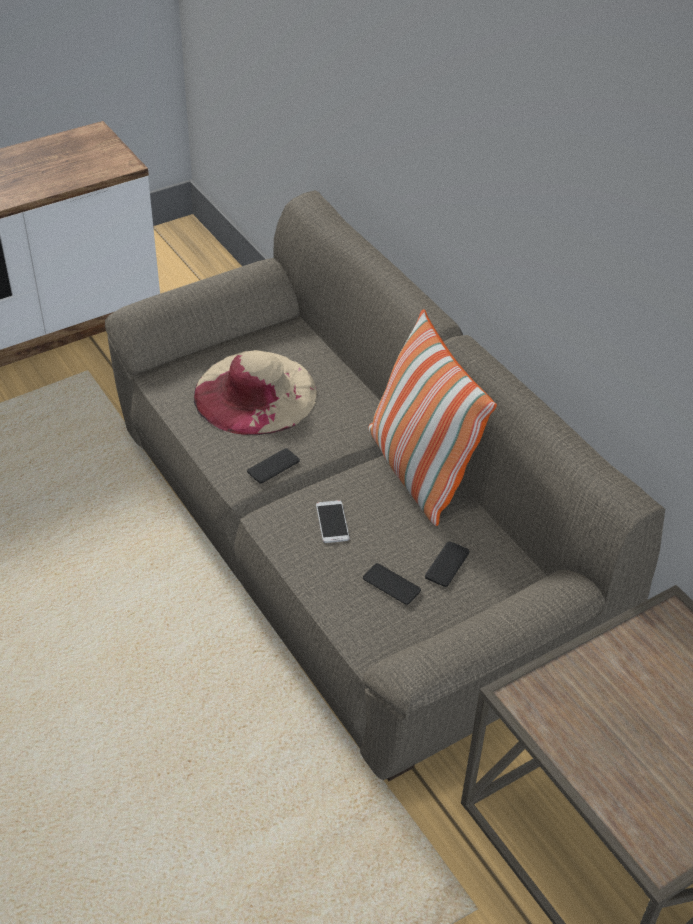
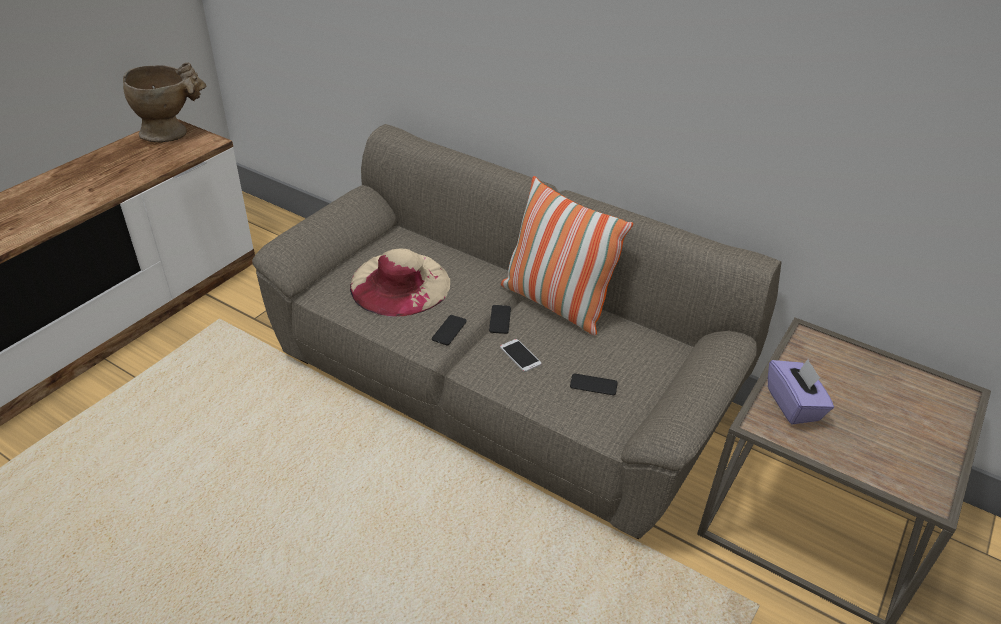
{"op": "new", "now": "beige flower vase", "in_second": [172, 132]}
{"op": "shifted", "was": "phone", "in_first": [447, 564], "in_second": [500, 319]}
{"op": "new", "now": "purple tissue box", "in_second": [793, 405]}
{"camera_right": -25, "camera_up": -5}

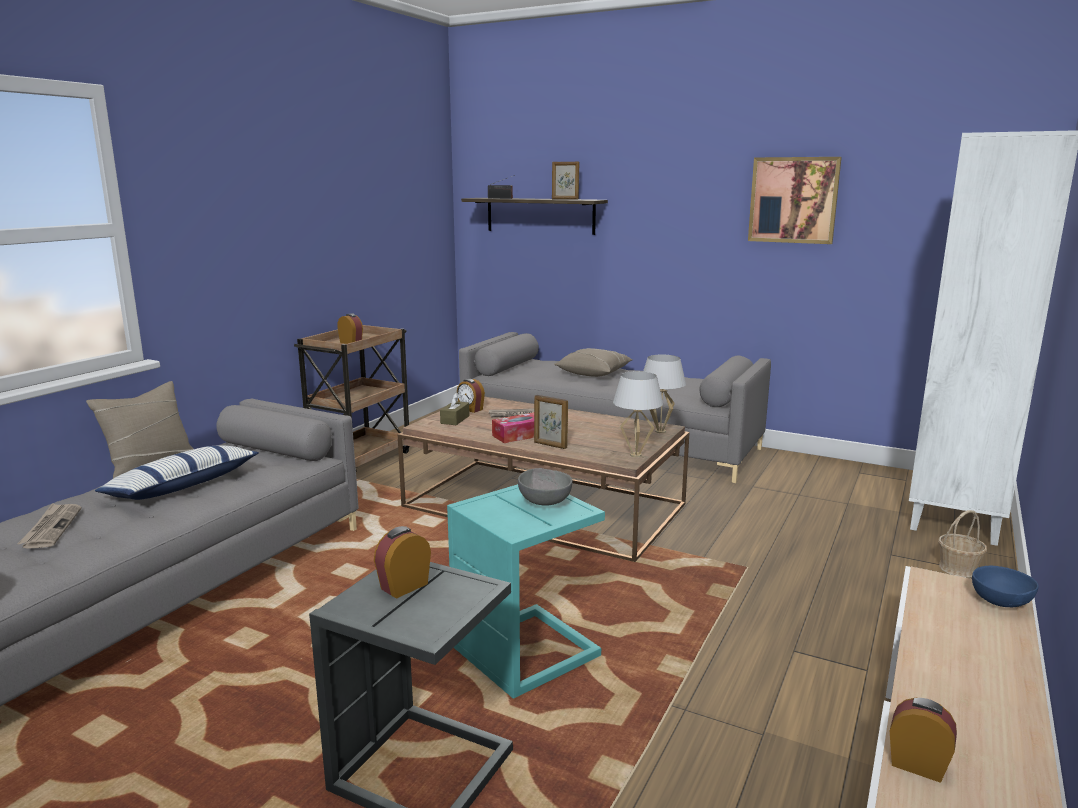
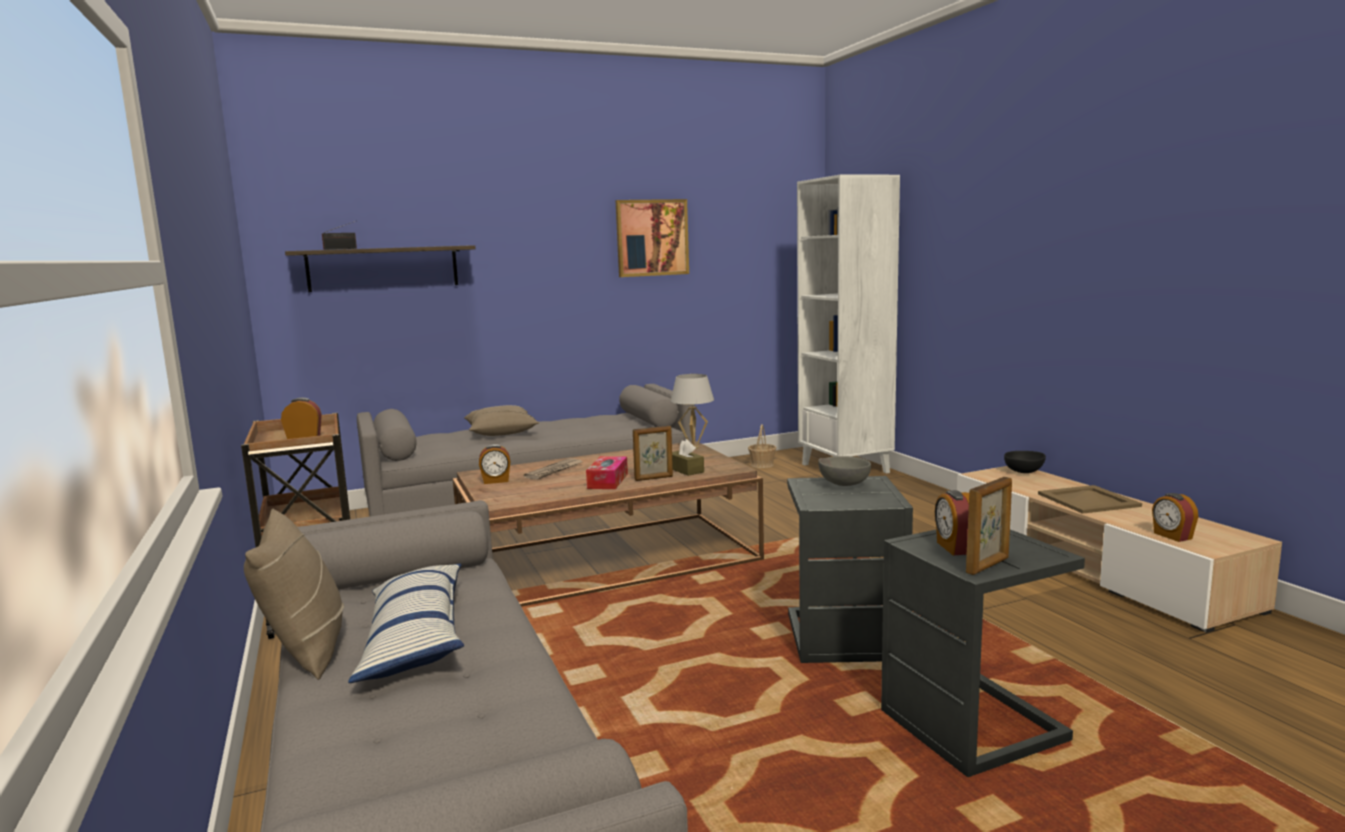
{"op": "shifted", "was": "brown-coloured tissue box", "in_first": [455, 419], "in_second": [685, 470]}
{"op": "shifted", "was": "household basket", "in_first": [958, 568], "in_second": [762, 465]}
{"op": "repainted", "was": "blue-green accent table", "now": "gray accent table", "in_first": [529, 652], "in_second": [846, 636]}
{"op": "shifted", "was": "standing frame", "in_first": [565, 199], "in_second": [988, 566]}
{"op": "repainted", "was": "blue-coloured deep dish", "now": "black deep dish", "in_first": [1001, 603], "in_second": [1025, 472]}
{"op": "new", "now": "beige carrying tray", "in_second": [1087, 500]}
{"op": "rotated", "was": "alarm clock", "in_first": [917, 764], "in_second": [1172, 536], "clockwise": -90}
{"op": "gone", "was": "printed paper", "in_first": [51, 528]}
{"op": "gone", "was": "white-coloured lamp for a table", "in_first": [635, 455]}
{"camera_right": -50, "camera_up": -5}

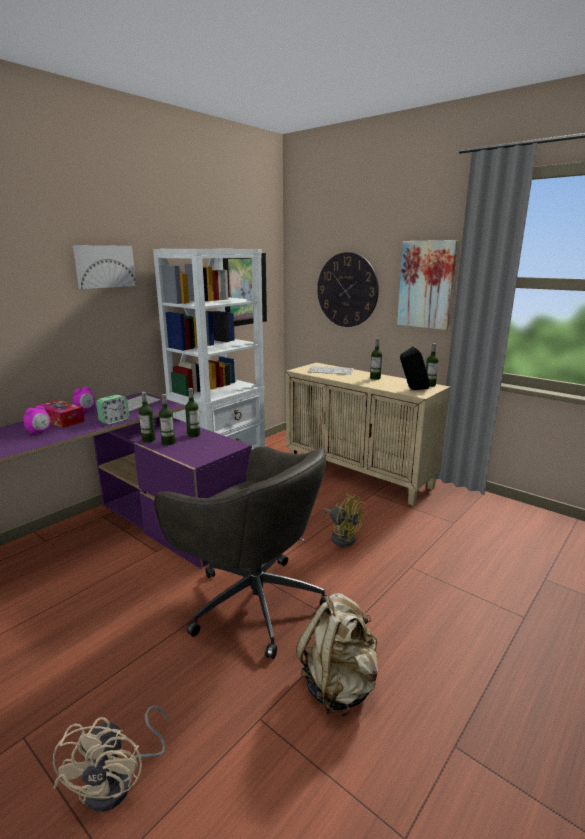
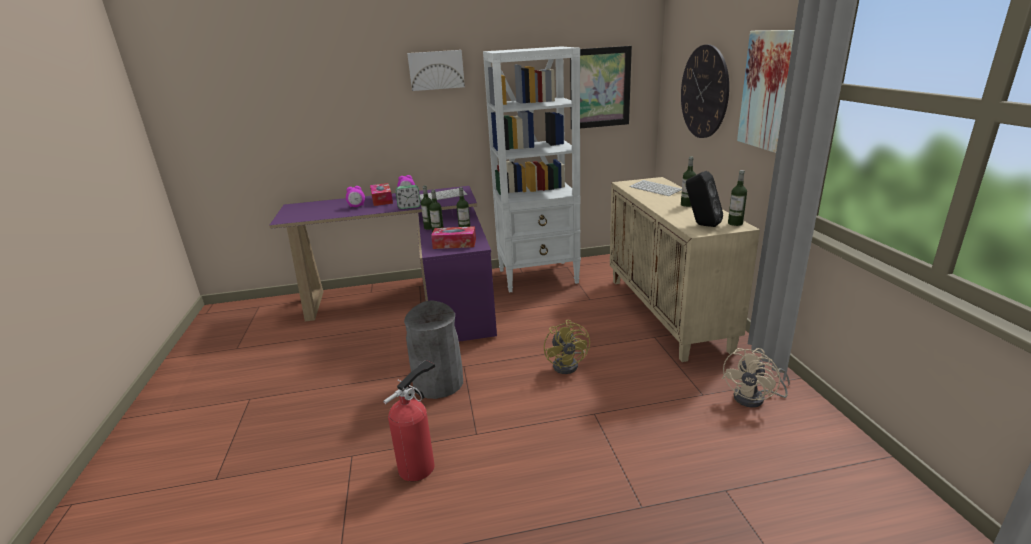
{"op": "swapped", "was": "beige backpack", "now": "fire extinguisher", "in_first": [339, 684], "in_second": [419, 465]}
{"op": "swapped", "was": "gray computer chair", "now": "gray waste bin", "in_first": [253, 601], "in_second": [438, 383]}
{"op": "new", "now": "tissue box", "in_second": [454, 244]}
{"op": "shifted", "was": "beige fan", "in_first": [119, 781], "in_second": [755, 398]}
{"camera_right": 40, "camera_up": 5}

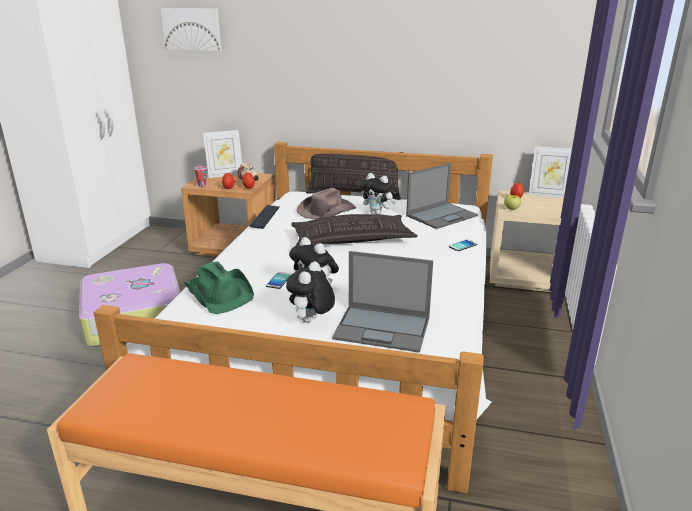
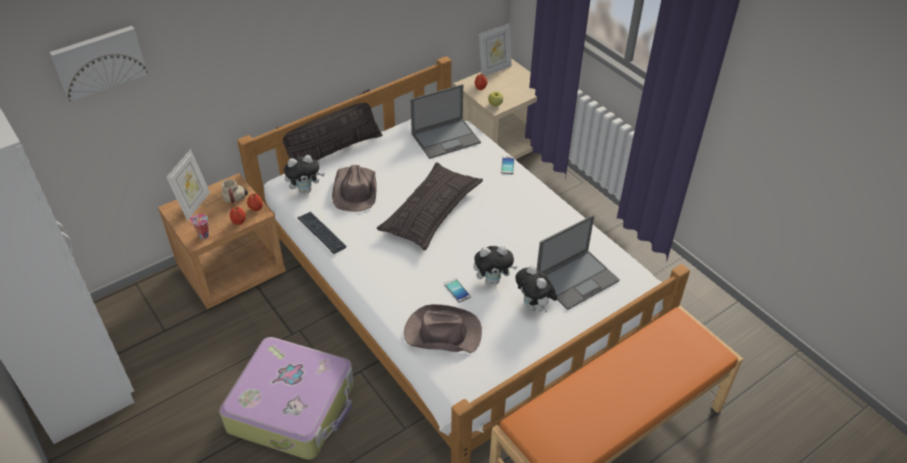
{"op": "shifted", "was": "soft toy", "in_first": [377, 213], "in_second": [305, 189]}
{"op": "repainted", "was": "greenish wearable hat", "now": "brown-coloured wearable hat", "in_first": [220, 293], "in_second": [442, 333]}
{"op": "rotated", "was": "notebook computer", "in_first": [442, 215], "in_second": [446, 138], "clockwise": 60}
{"camera_right": -50, "camera_up": 20}

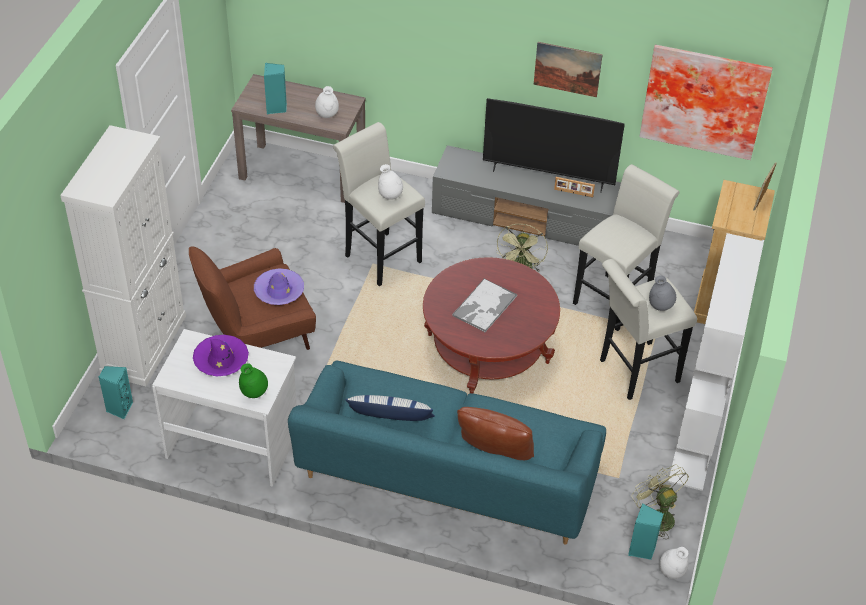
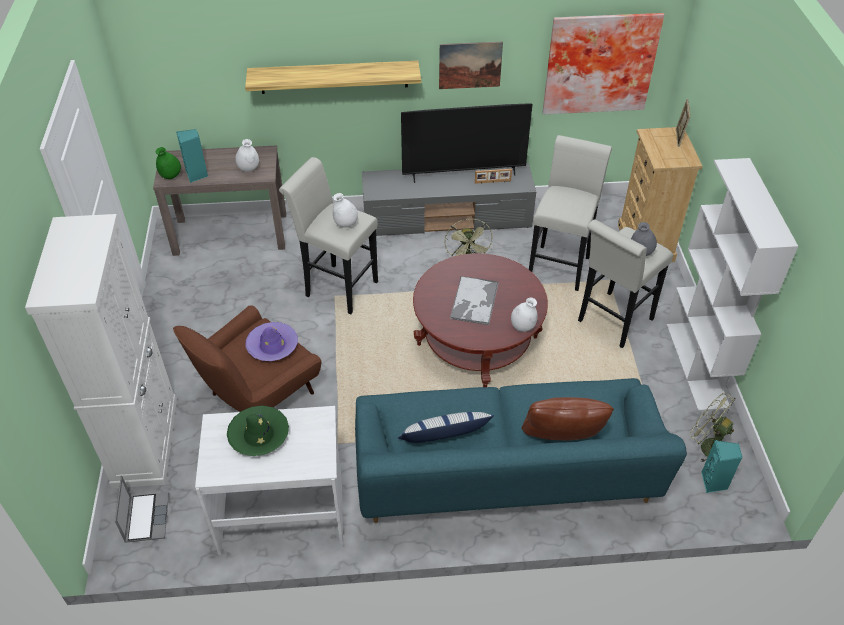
{"op": "swapped", "was": "blue-green audio speaker", "now": "notebook computer", "in_first": [119, 408], "in_second": [146, 517]}
{"op": "shifted", "was": "greenish flower vase", "in_first": [254, 393], "in_second": [171, 176]}
{"op": "repainted", "was": "purple wearable hat", "now": "greenish wearable hat", "in_first": [221, 360], "in_second": [259, 435]}
{"op": "new", "now": "shelf", "in_second": [334, 77]}
{"op": "shifted", "was": "white-coloured flower vase", "in_first": [671, 572], "in_second": [523, 327]}
{"camera_right": -20, "camera_up": 0}

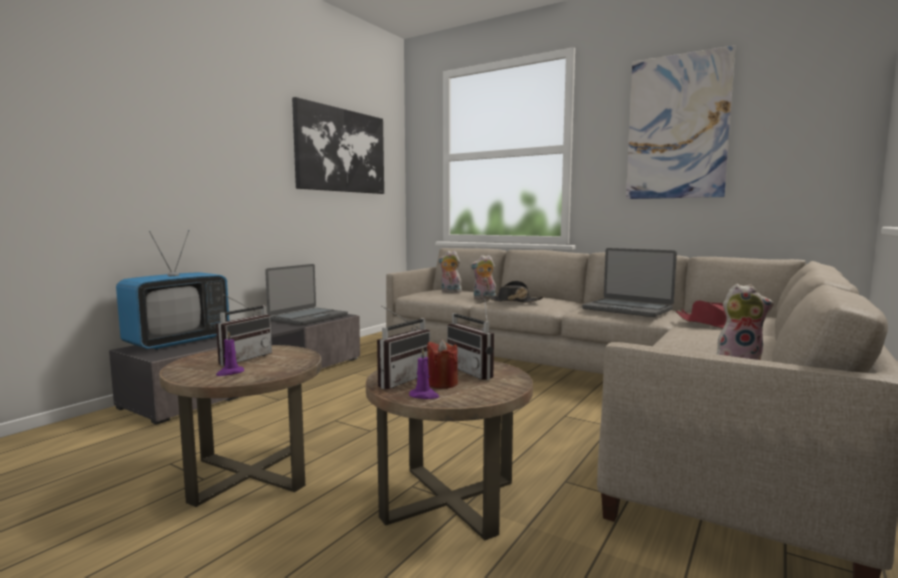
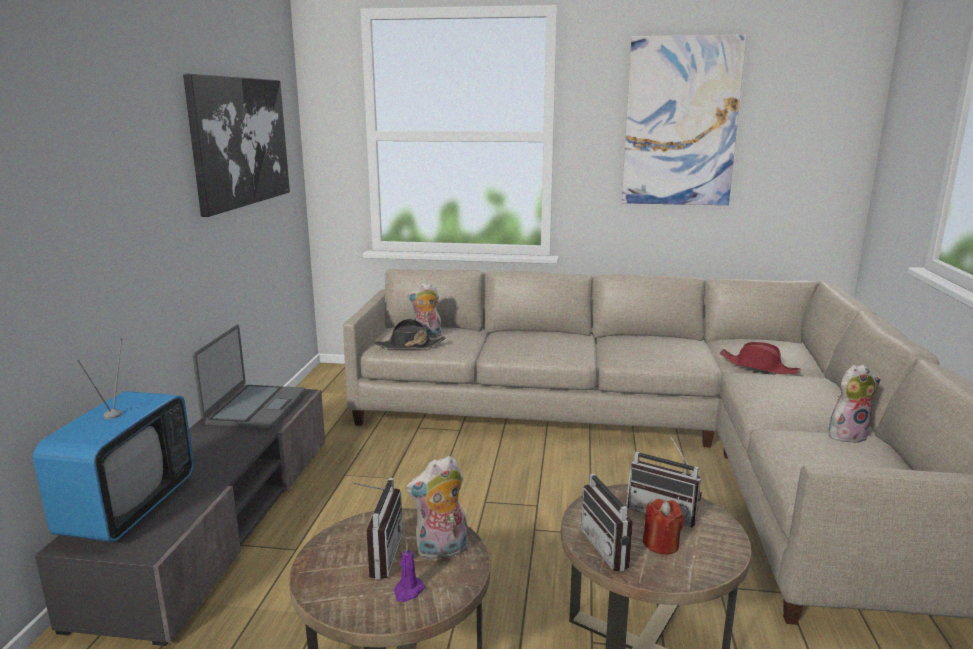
{"op": "shifted", "was": "black wearable hat", "in_first": [513, 301], "in_second": [409, 345]}
{"op": "shifted", "was": "soft toy", "in_first": [483, 298], "in_second": [441, 551]}
{"op": "rotated", "was": "radio receiver", "in_first": [399, 380], "in_second": [612, 549], "clockwise": 150}
{"op": "gone", "was": "purple wax candle", "in_first": [424, 396]}
{"op": "gone", "was": "notebook computer", "in_first": [627, 309]}
{"camera_right": -25, "camera_up": 10}

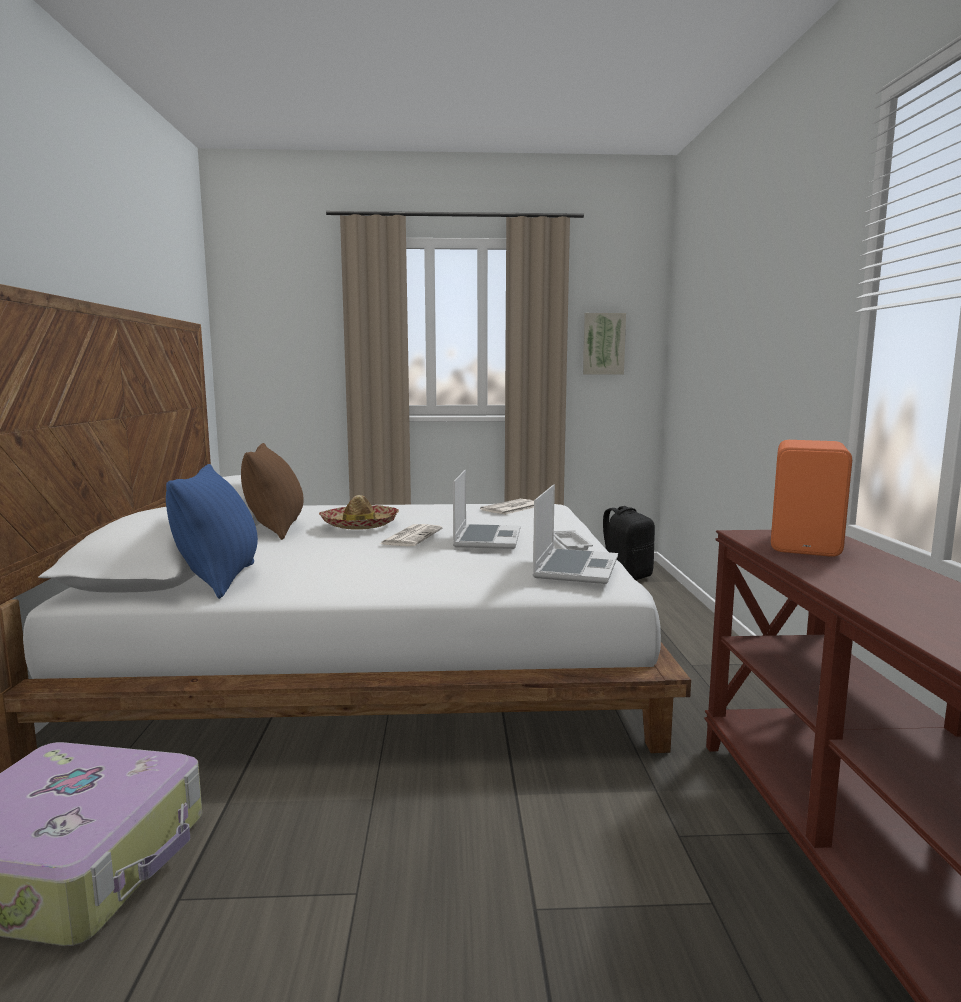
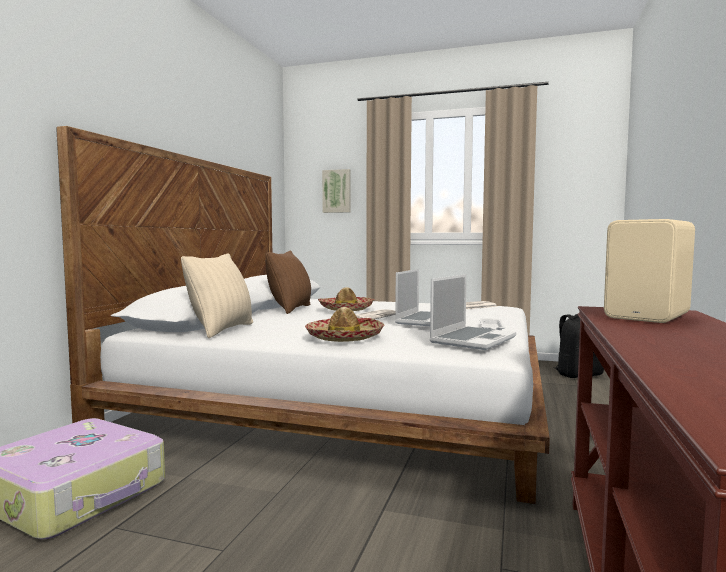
{"op": "repainted", "was": "blue-coloured cushion", "now": "beige cushion", "in_first": [220, 580], "in_second": [222, 330]}
{"op": "new", "now": "wearable hat", "in_second": [344, 337]}
{"op": "shifted", "was": "wall picture", "in_first": [603, 344], "in_second": [337, 191]}
{"op": "repainted", "was": "orangey audio speaker", "now": "beige audio speaker", "in_first": [807, 545], "in_second": [650, 316]}
{"camera_right": 20, "camera_up": -5}

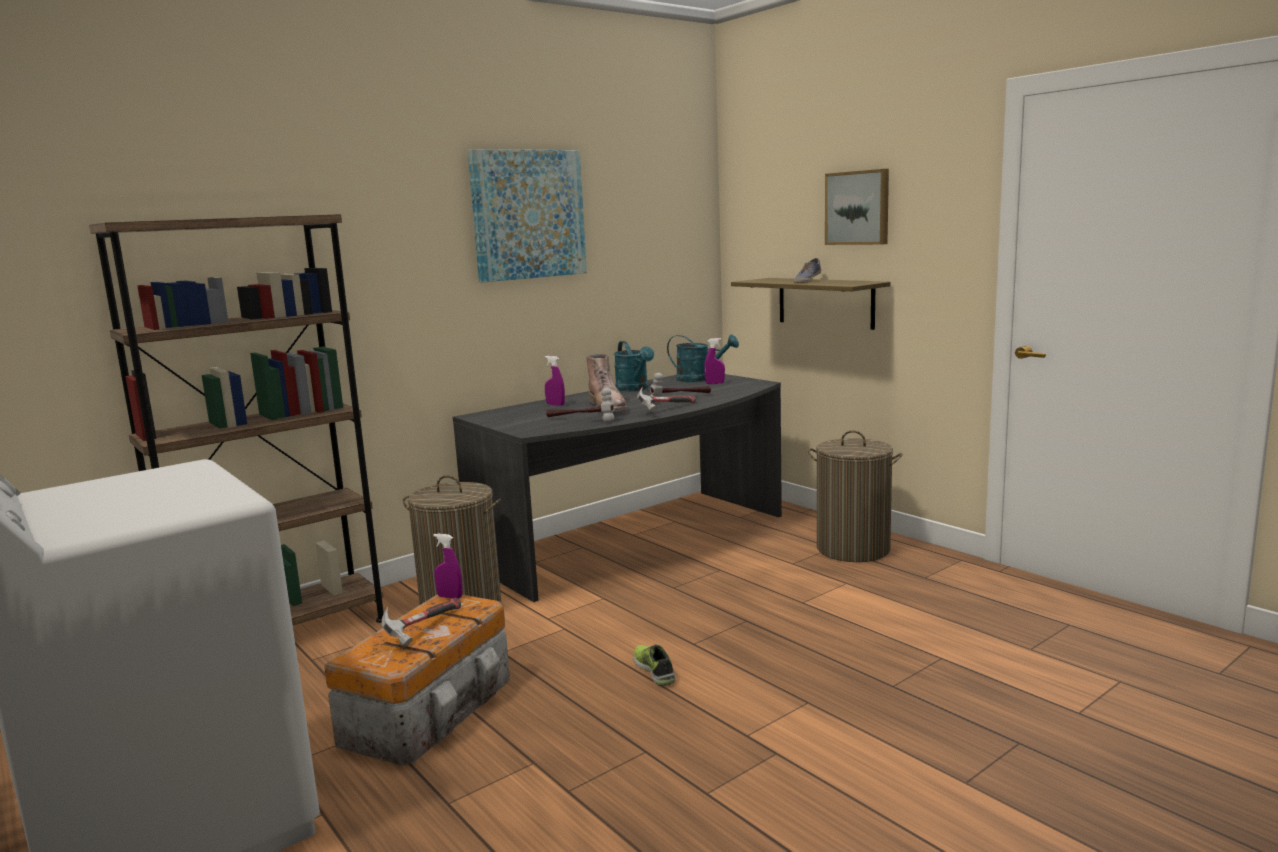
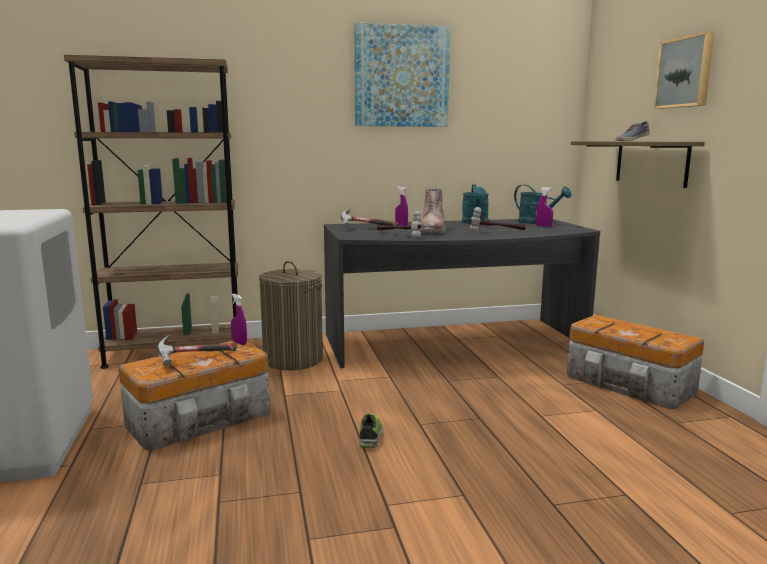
{"op": "shifted", "was": "tool hammer", "in_first": [666, 409], "in_second": [367, 228]}
{"op": "swapped", "was": "laundry basket", "now": "storage box", "in_first": [853, 549], "in_second": [629, 385]}
{"camera_right": 25, "camera_up": 0}

